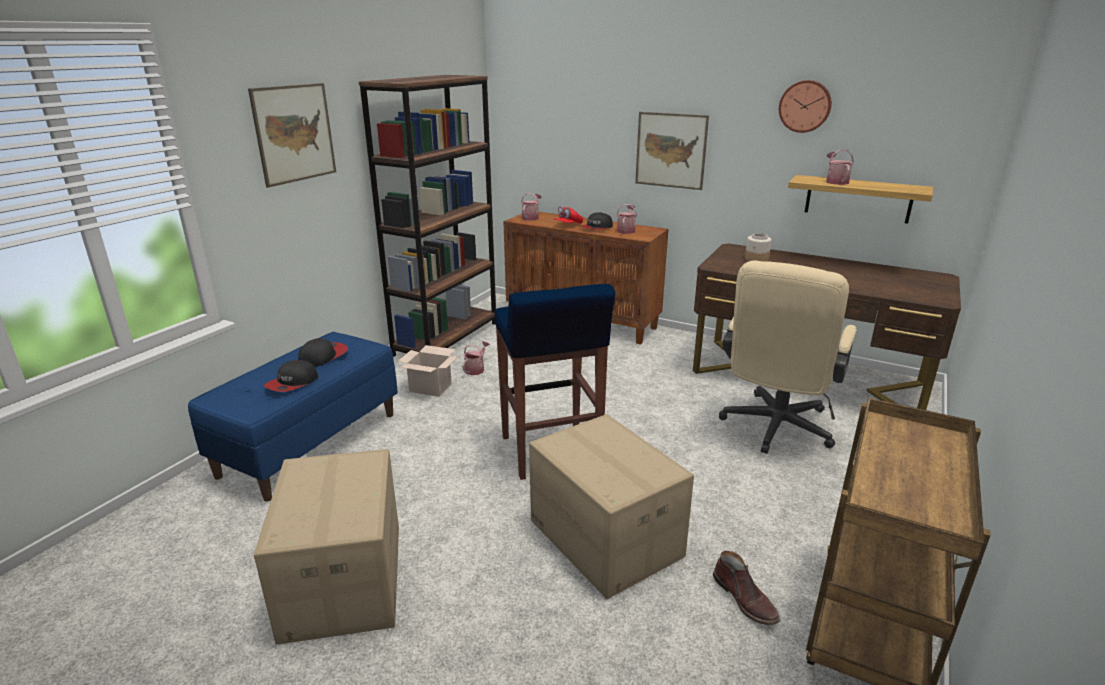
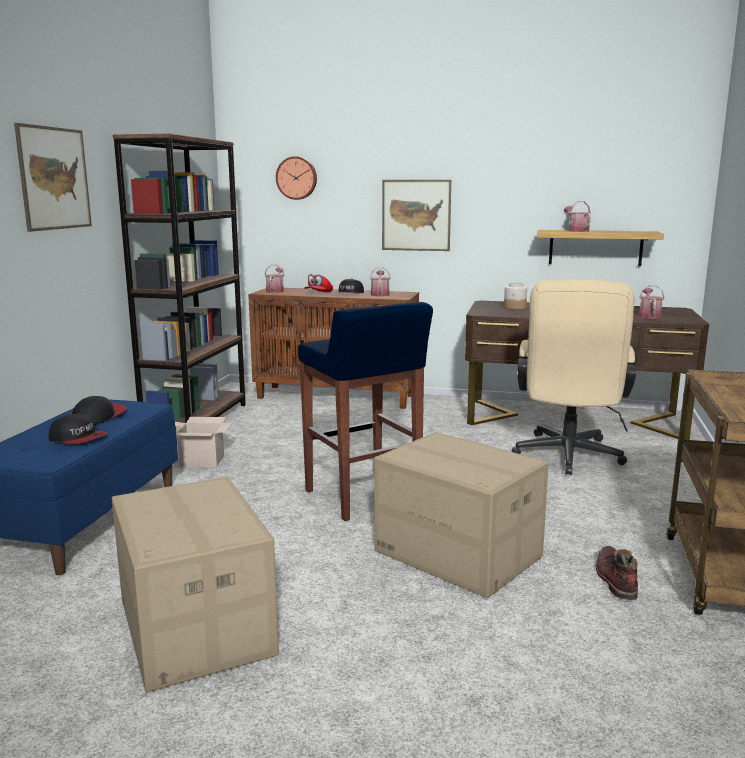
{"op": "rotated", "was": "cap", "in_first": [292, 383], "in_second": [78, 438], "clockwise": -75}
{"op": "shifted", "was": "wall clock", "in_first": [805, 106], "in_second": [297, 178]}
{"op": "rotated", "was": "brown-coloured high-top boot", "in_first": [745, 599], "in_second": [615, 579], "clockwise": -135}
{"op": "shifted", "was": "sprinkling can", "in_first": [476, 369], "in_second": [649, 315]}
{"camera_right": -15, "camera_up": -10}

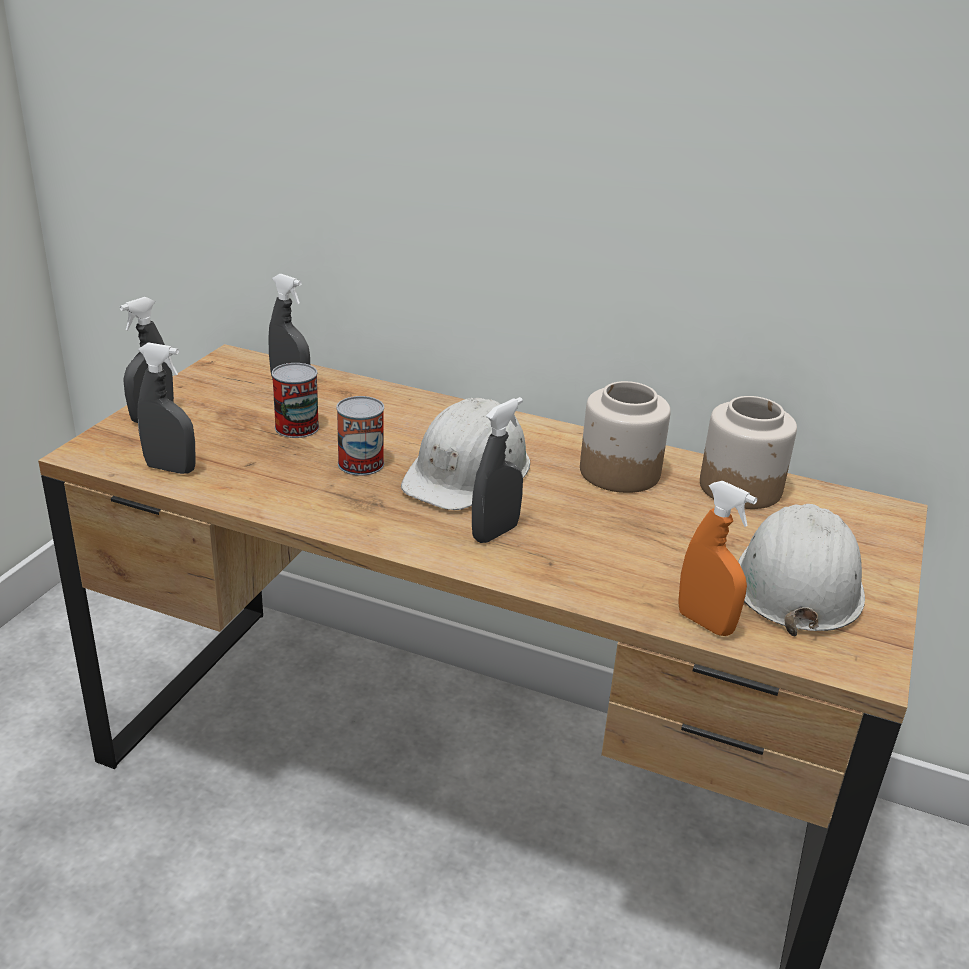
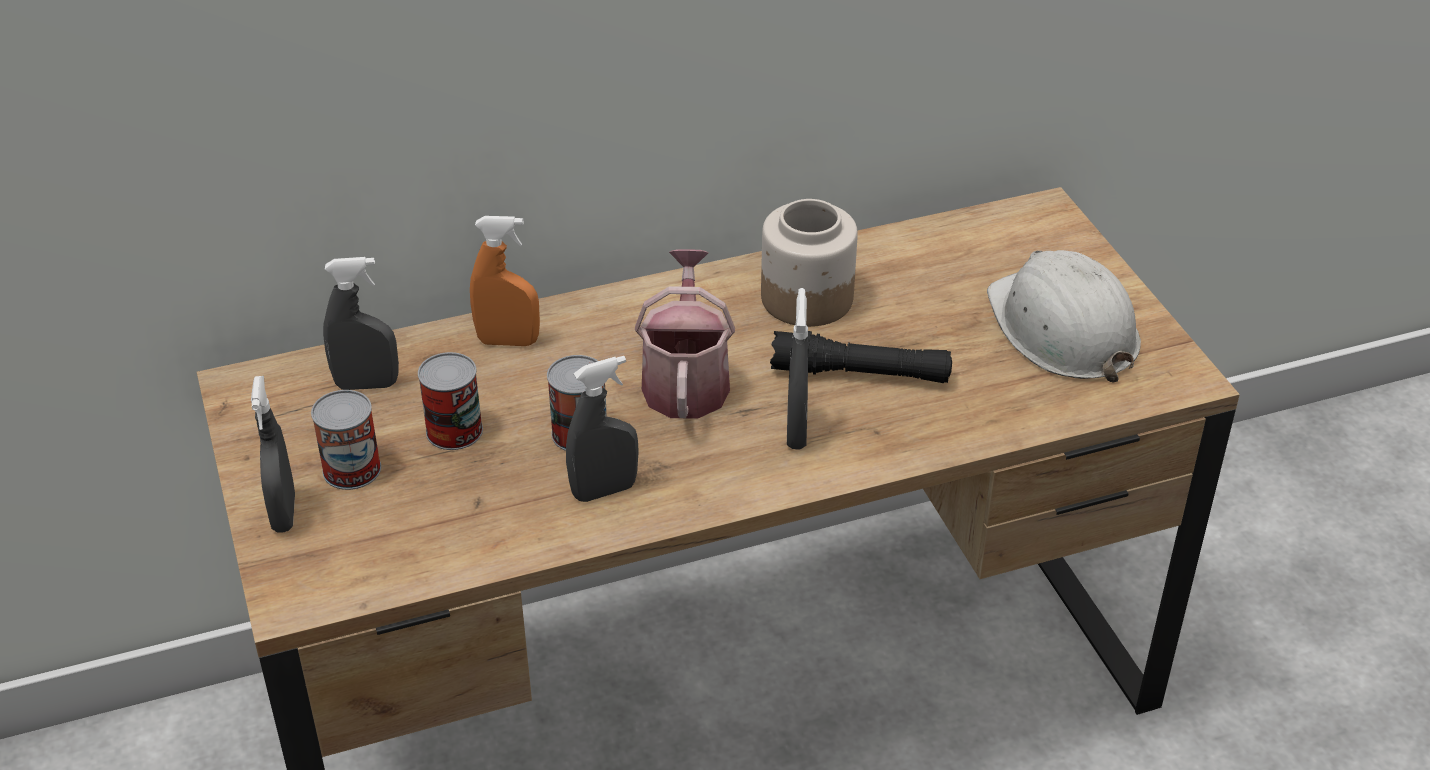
{"op": "new", "now": "can", "in_second": [352, 469]}
{"op": "shifted", "was": "orangey spray bottle", "in_first": [705, 623], "in_second": [508, 341]}
{"op": "shifted", "was": "gray spray bottle", "in_first": [170, 468], "in_second": [604, 490]}
{"op": "swapped", "was": "white-coloured work helmet", "now": "sprinkling can", "in_first": [468, 472], "in_second": [686, 380]}
{"op": "new", "now": "black torch", "in_second": [860, 374]}
{"op": "gone", "was": "storage jar", "in_first": [741, 487]}
{"camera_right": -40, "camera_up": 10}

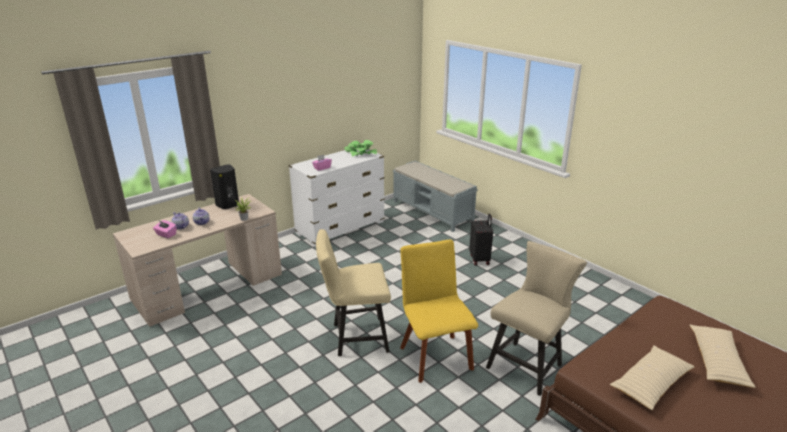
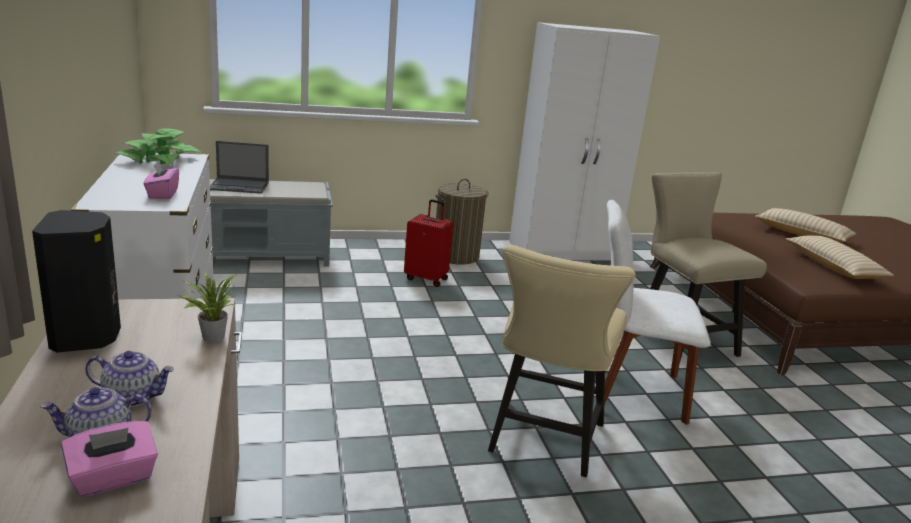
{"op": "new", "now": "notebook computer", "in_second": [239, 186]}
{"op": "repainted", "was": "black travel case", "now": "red travel case", "in_first": [480, 259], "in_second": [426, 279]}
{"op": "new", "now": "laundry basket", "in_second": [455, 256]}
{"op": "new", "now": "white-coloured clothes cupboard", "in_second": [563, 251]}
{"op": "repainted", "was": "yellow-coloured chair", "now": "white-coloured chair", "in_first": [435, 355], "in_second": [630, 390]}
{"camera_right": -65, "camera_up": -5}

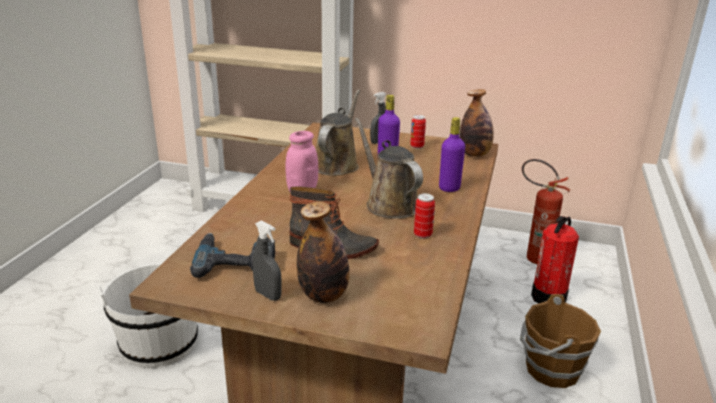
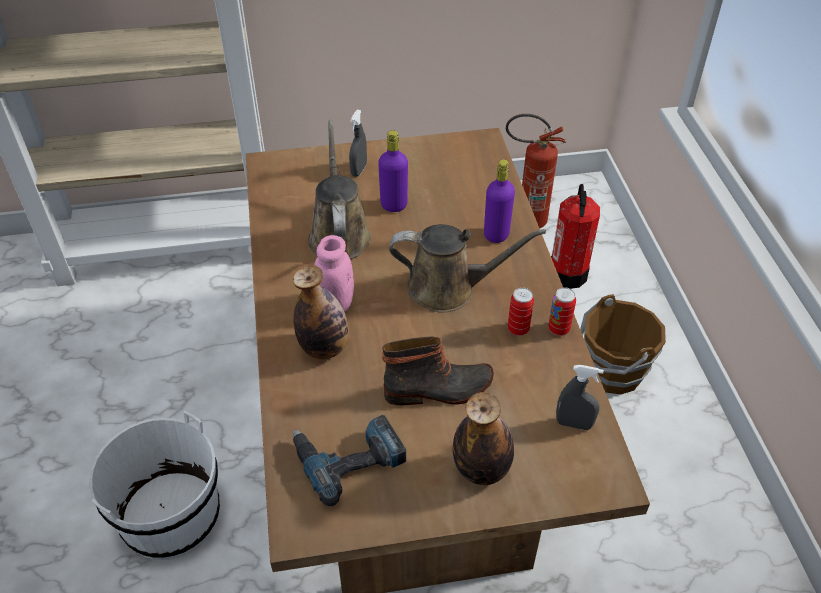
{"op": "shifted", "was": "beverage bottle", "in_first": [474, 154], "in_second": [324, 348]}
{"op": "rotated", "was": "brown-coloured sprinkling can", "in_first": [389, 203], "in_second": [448, 288], "clockwise": 150}
{"op": "shifted", "was": "can", "in_first": [417, 146], "in_second": [558, 329]}
{"op": "shifted", "was": "gray spray bottle", "in_first": [268, 295], "in_second": [574, 424]}
{"camera_right": -25, "camera_up": 20}

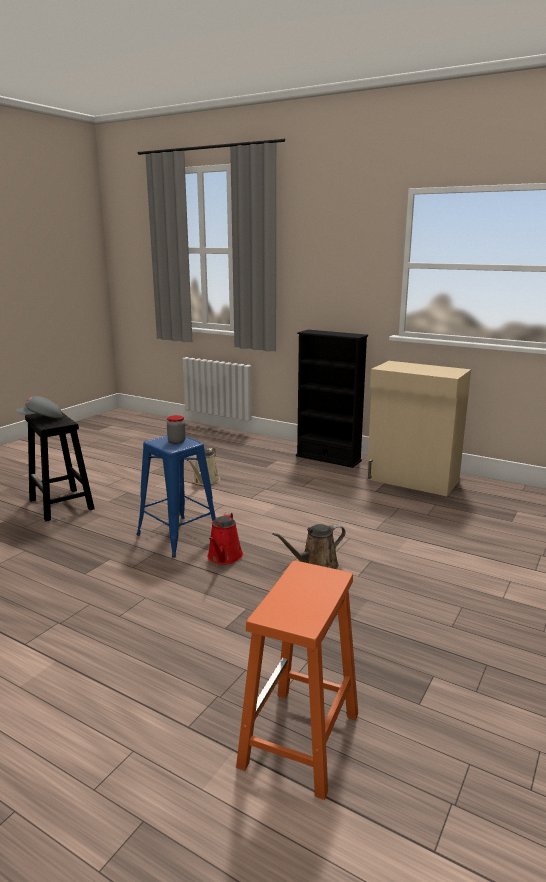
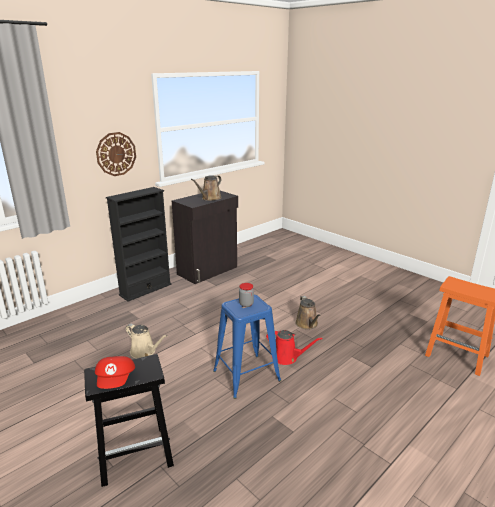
{"op": "repainted", "was": "gray cap", "now": "red cap", "in_first": [41, 418], "in_second": [116, 380]}
{"op": "new", "now": "wall clock", "in_second": [116, 154]}
{"op": "repainted", "was": "beige cupboard", "now": "black cupboard", "in_first": [412, 480], "in_second": [208, 270]}
{"op": "new", "now": "brown-coloured sprinkling can", "in_second": [210, 198]}
{"camera_right": -75, "camera_up": 5}

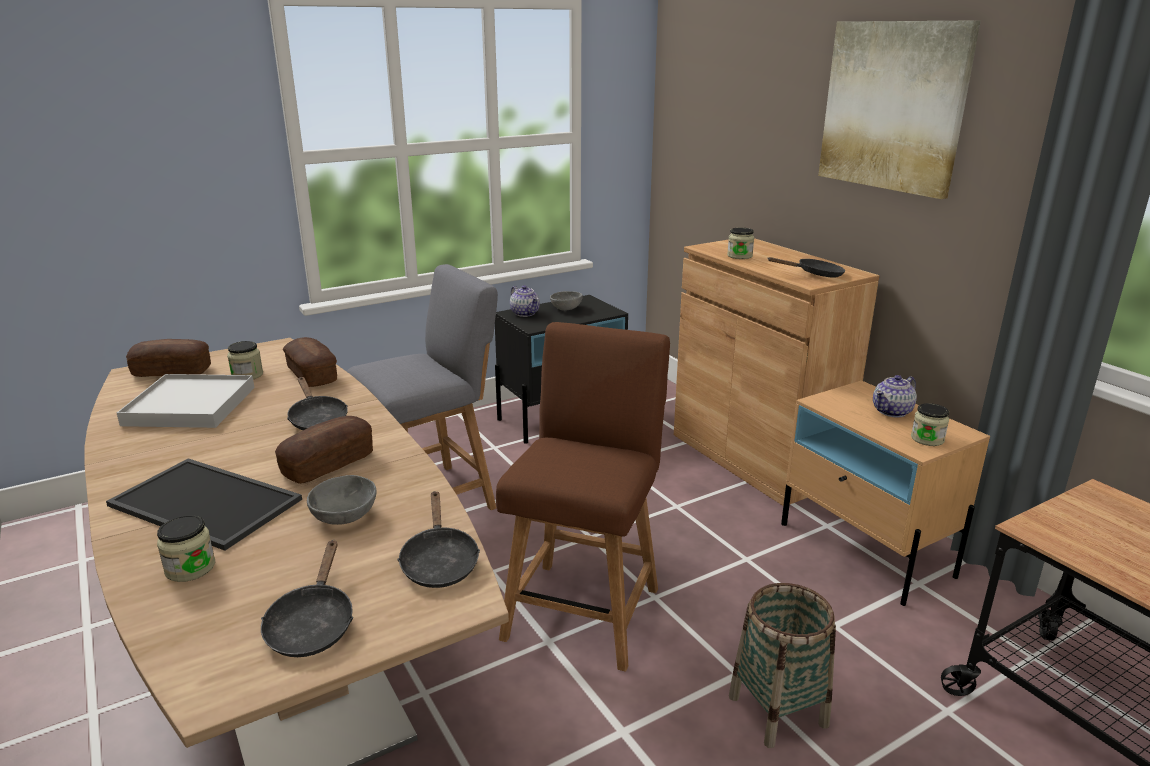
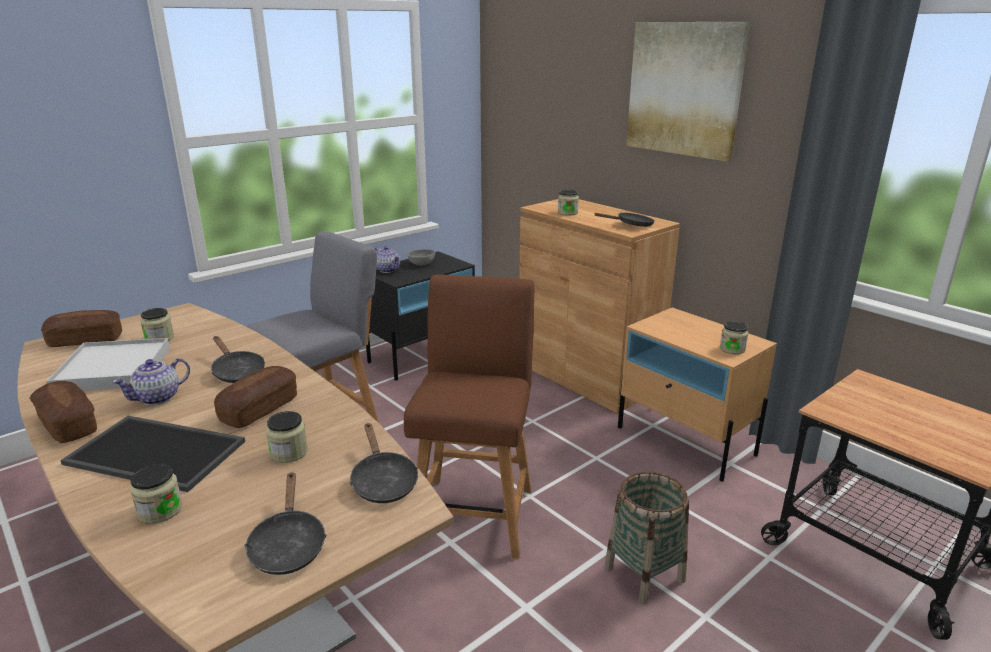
{"op": "shifted", "was": "baked bread", "in_first": [312, 375], "in_second": [68, 425]}
{"op": "shifted", "was": "teapot", "in_first": [892, 411], "in_second": [158, 398]}
{"op": "swapped", "was": "gray deep dish", "now": "storage jar", "in_first": [345, 517], "in_second": [289, 452]}
{"camera_right": -10, "camera_up": 0}

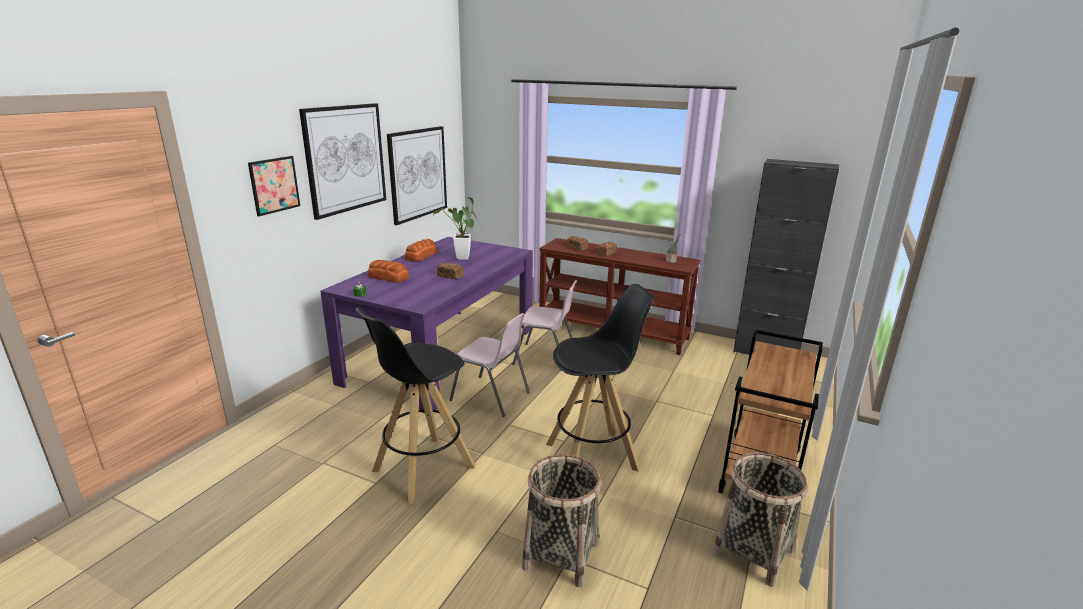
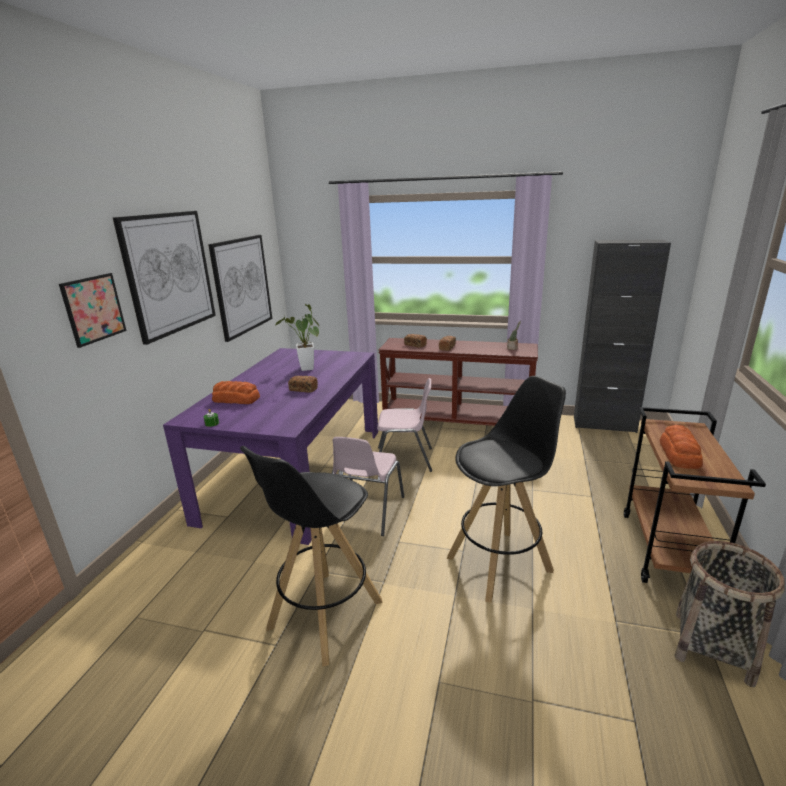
{"op": "rotated", "was": "pink-coloured chair", "in_first": [491, 397], "in_second": [367, 512], "clockwise": 90}
{"op": "shifted", "was": "baked bread", "in_first": [420, 256], "in_second": [679, 454]}
{"op": "gone", "was": "household basket", "in_first": [561, 555]}
{"camera_right": -10, "camera_up": 0}

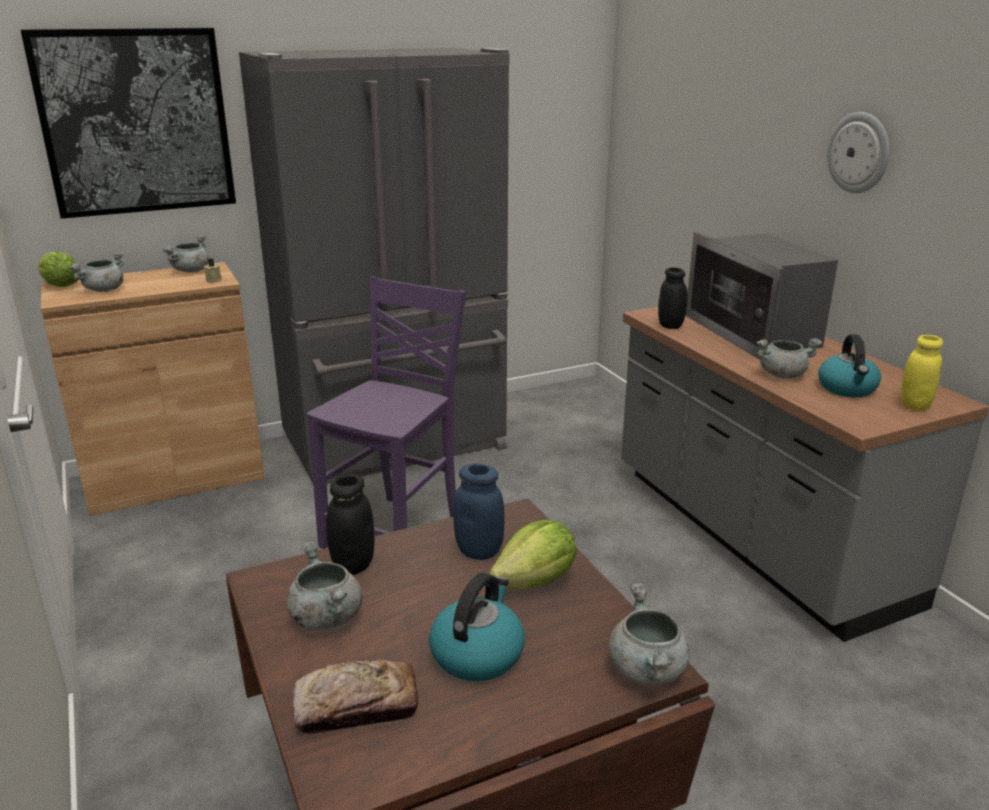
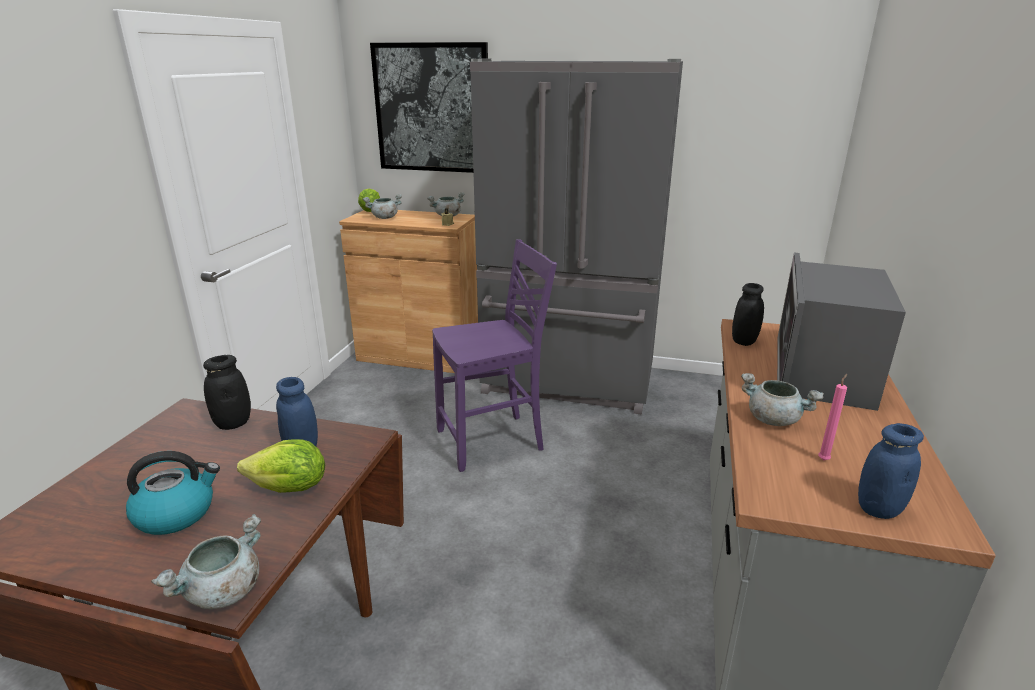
{"op": "swapped", "was": "tea kettle", "now": "pink-coloured wax candle", "in_first": [847, 388], "in_second": [824, 459]}
{"op": "repainted", "was": "yellow-coloured storage jar", "now": "blue-coloured storage jar", "in_first": [914, 405], "in_second": [878, 509]}
{"op": "gone", "was": "gray stockpot", "in_first": [325, 617]}
{"op": "gone", "was": "baked bread", "in_first": [356, 707]}
{"op": "gone", "was": "wall clock", "in_first": [859, 152]}
{"camera_right": 40, "camera_up": 0}

